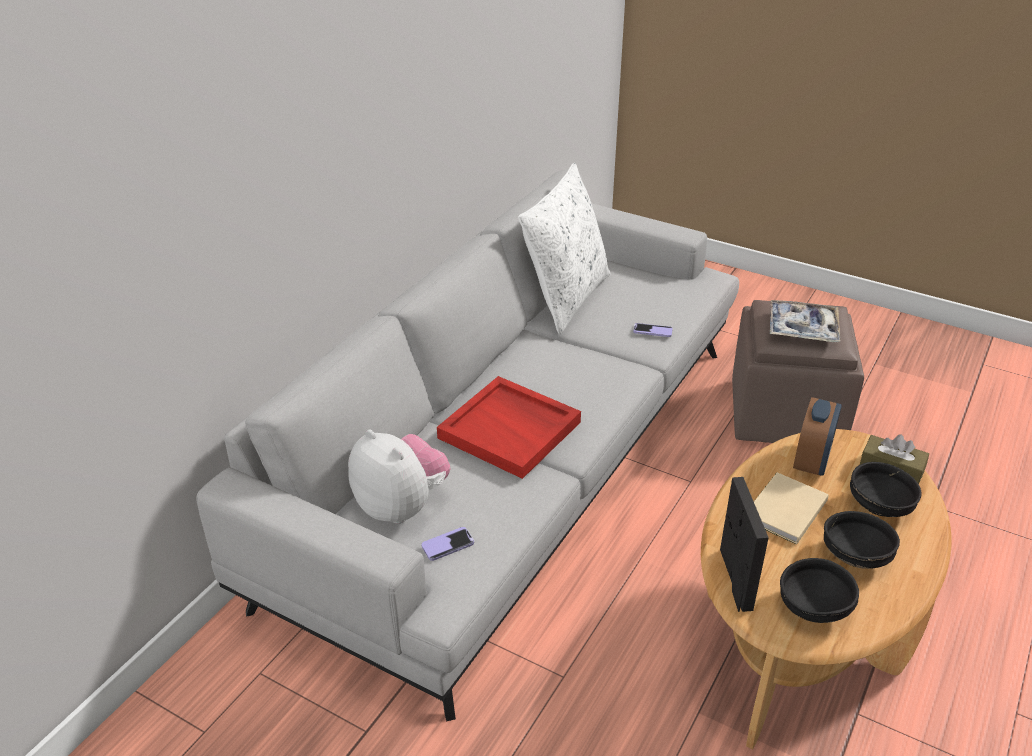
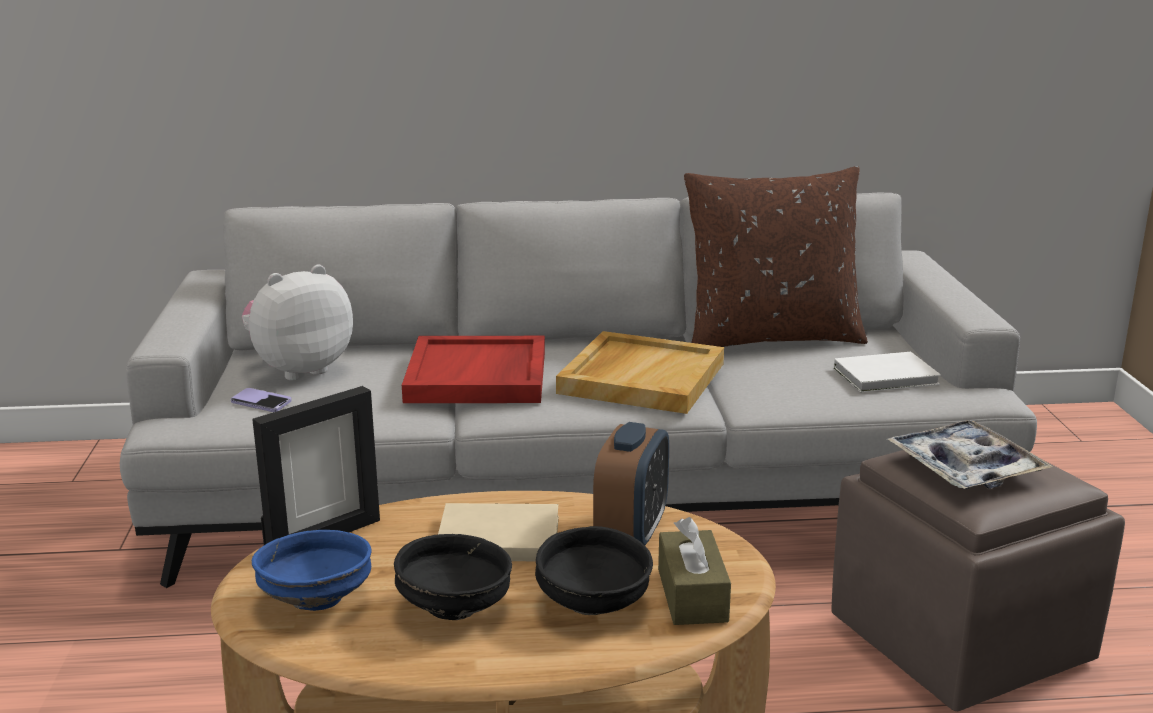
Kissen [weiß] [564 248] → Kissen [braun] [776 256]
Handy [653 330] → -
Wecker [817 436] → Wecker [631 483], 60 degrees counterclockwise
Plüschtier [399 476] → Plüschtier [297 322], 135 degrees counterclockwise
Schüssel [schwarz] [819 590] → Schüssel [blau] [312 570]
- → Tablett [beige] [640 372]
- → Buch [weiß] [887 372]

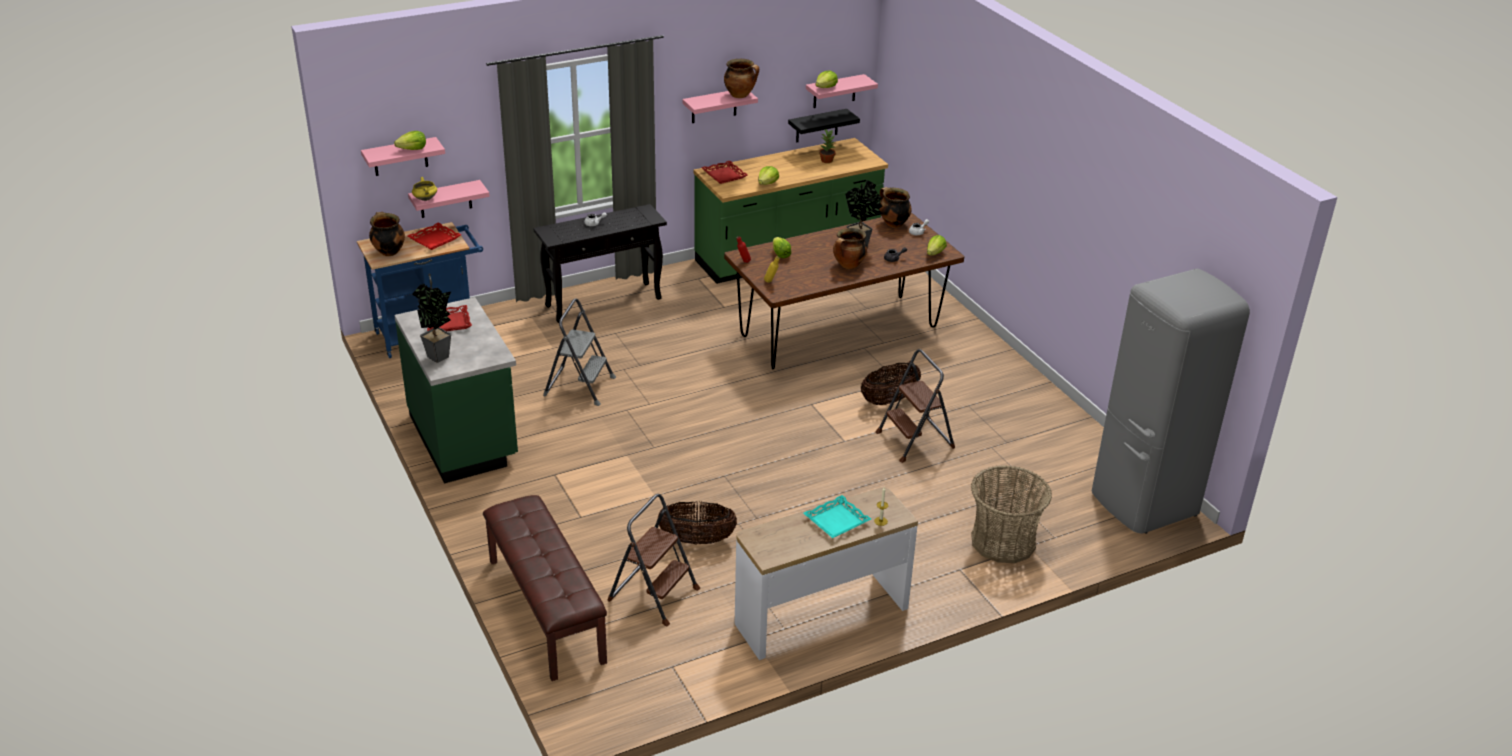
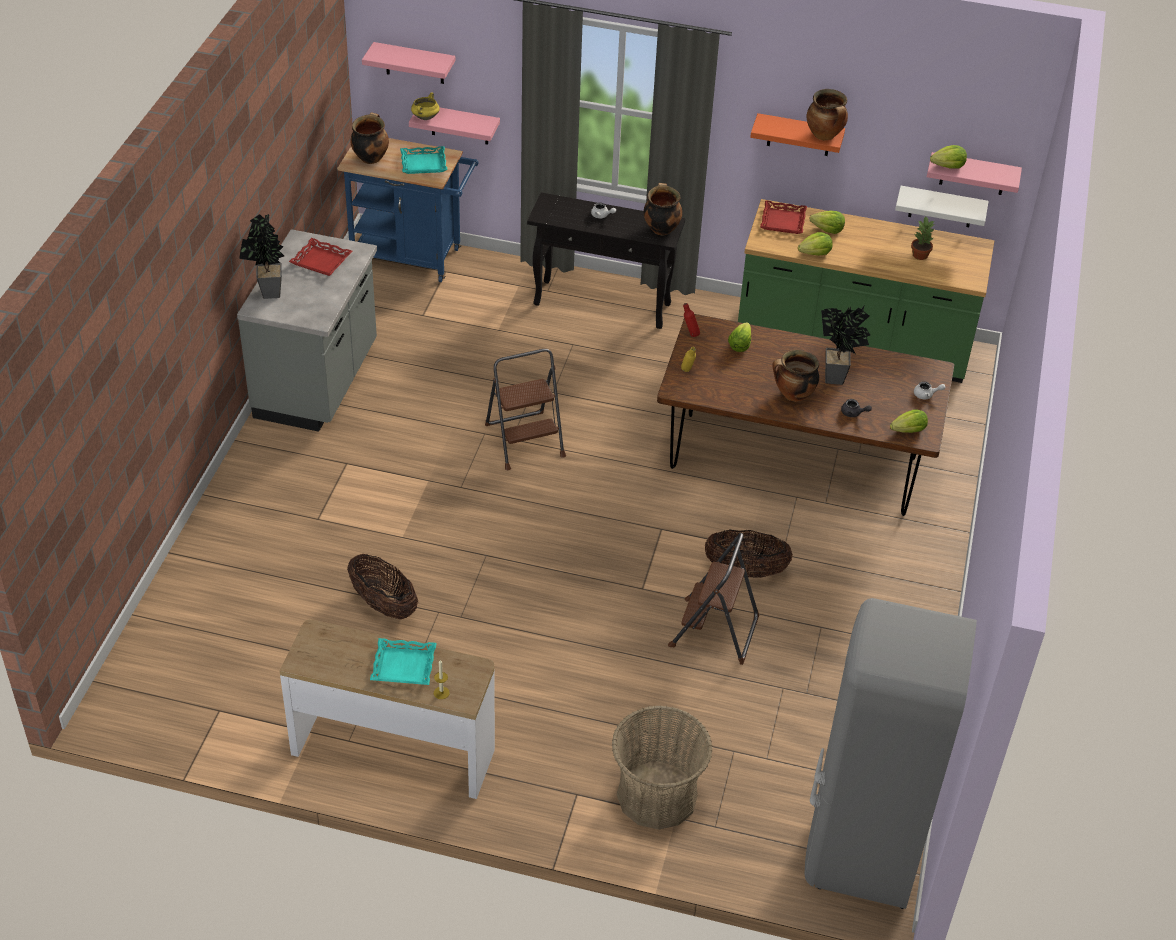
Wandregal [rosa] [720 107] → Wandregal [orange] [797 134]
Wandregal [schwarz] [824 126] → Wandregal [weiß] [942 206]
Salatkopf [410 140] → Salatkopf [827 222], relocated
Kochtopf [895 207] → Kochtopf [663 209], relocated
Tablett [rot] [435 236] → Tablett [türkis] [423 160]
Küchenzeile [grün] [456 390] → Küchenzeile [grau] [307 330]
Trittleiter [grau] [579 352] → -
Trittleiter [braun] [654 560] → Trittleiter [braun] [525 409], relocated
Bank [braun] [545 588] → -

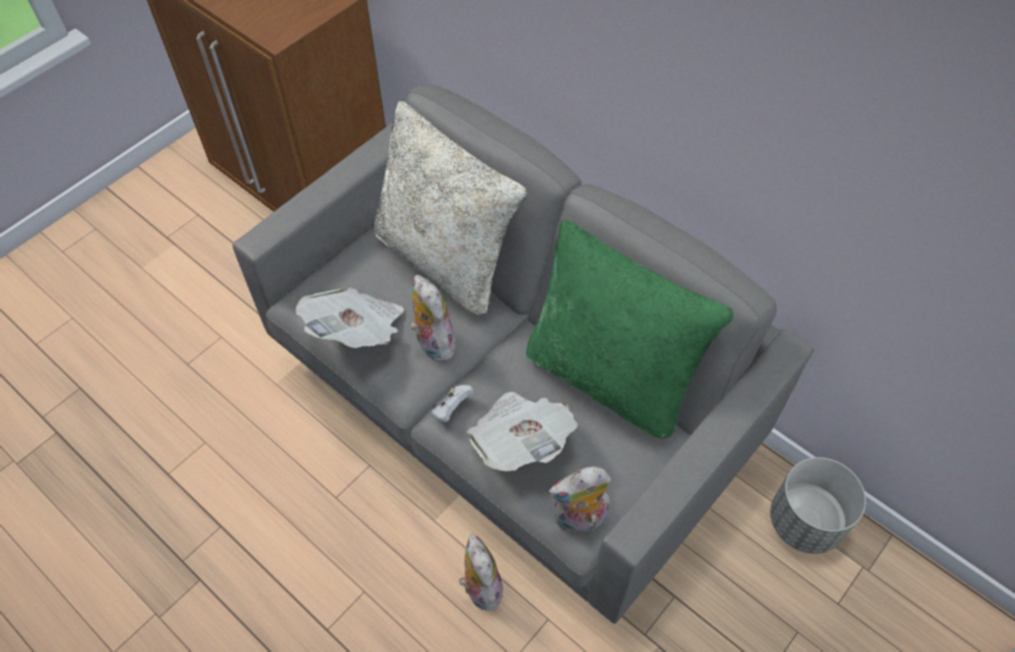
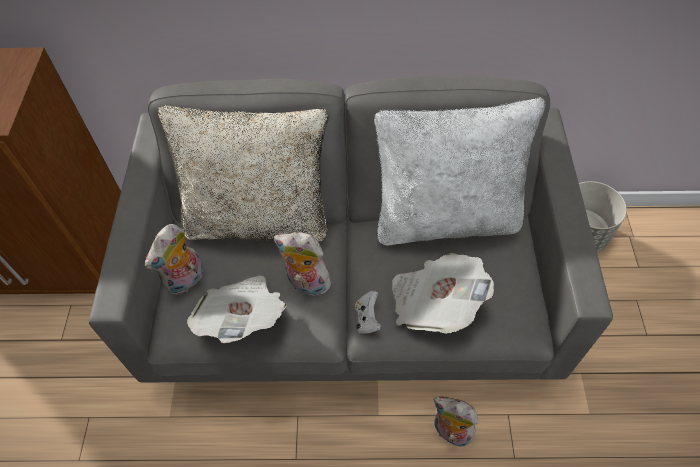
Kissen [grün] [630 328] → Kissen [weiß] [459 171]
Plüschtier [579 499] → Plüschtier [174 259], relocated

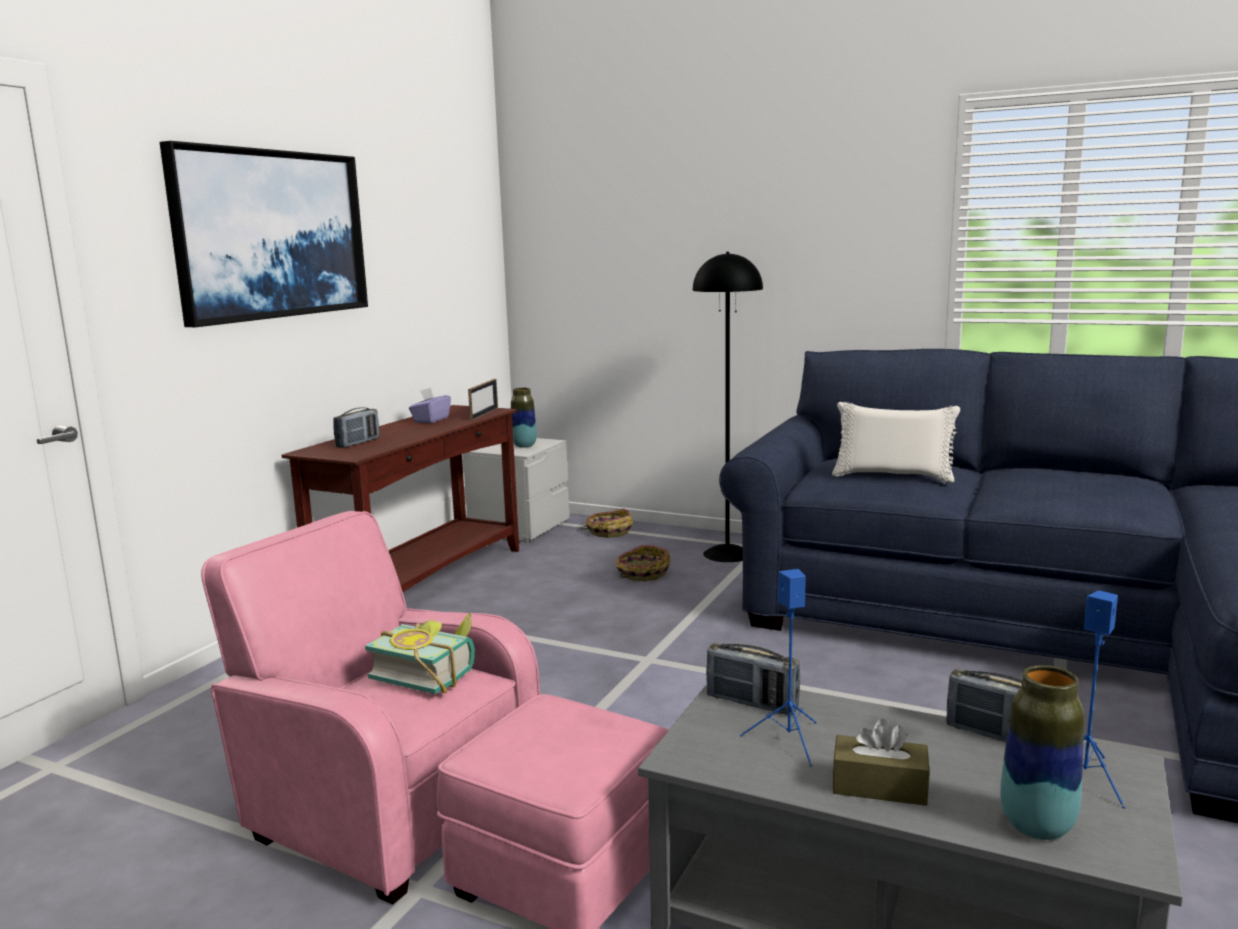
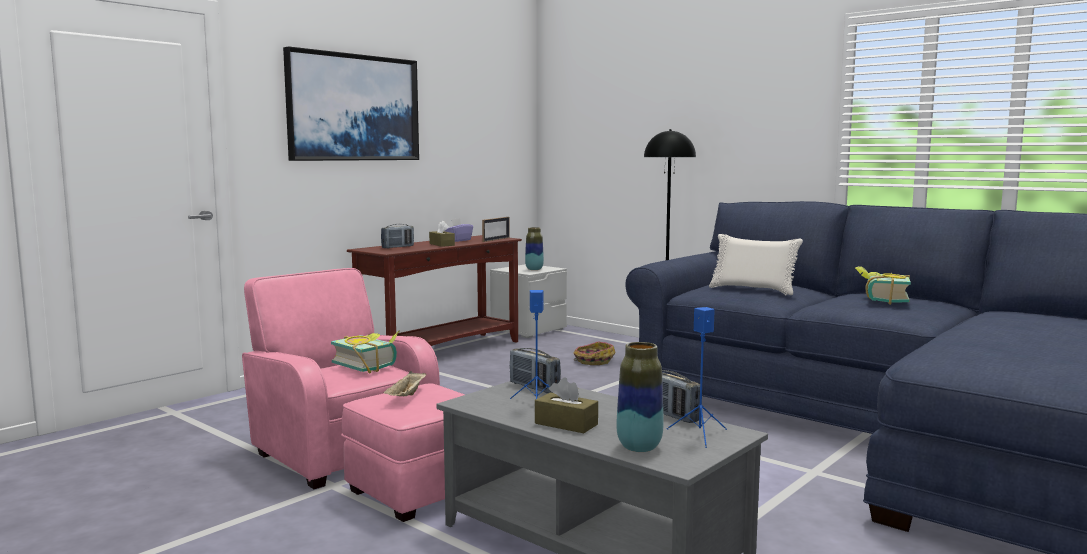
Korb [606 523] → -
- → Taschentuchbox [braun] [442 234]
- → Buch [883 285]
- → Tablett [beige] [405 383]

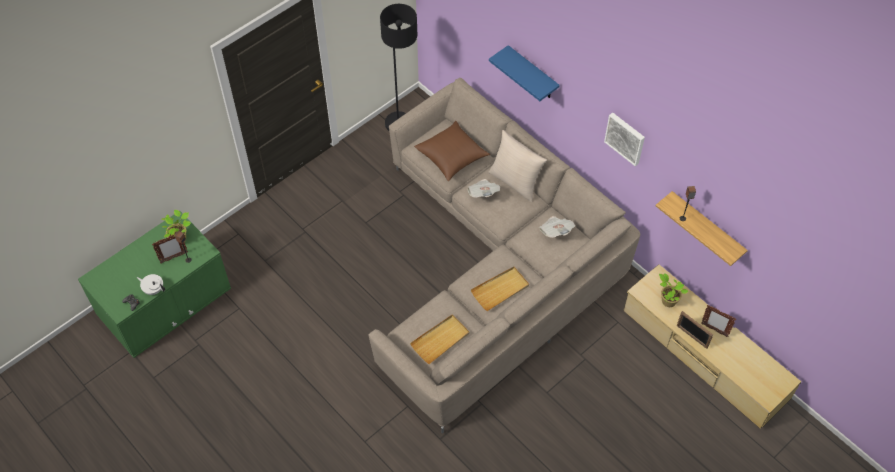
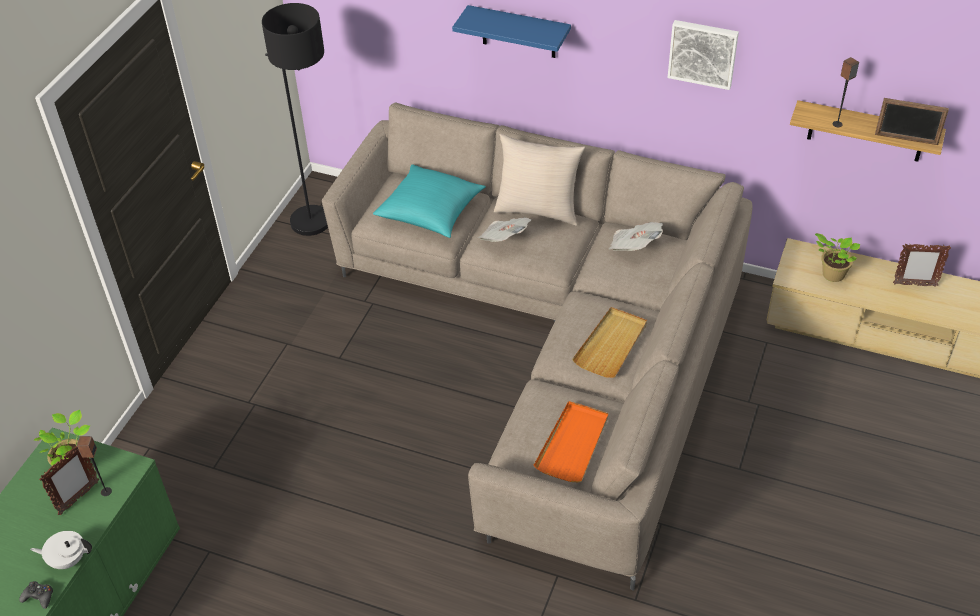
Kissen [braun] [452 151] → Kissen [türkis] [429 201]
Bilderrahmen [695 330] → Bilderrahmen [912 121], relocated
Tablett [beige] [440 339] → Tablett [orange] [571 441]

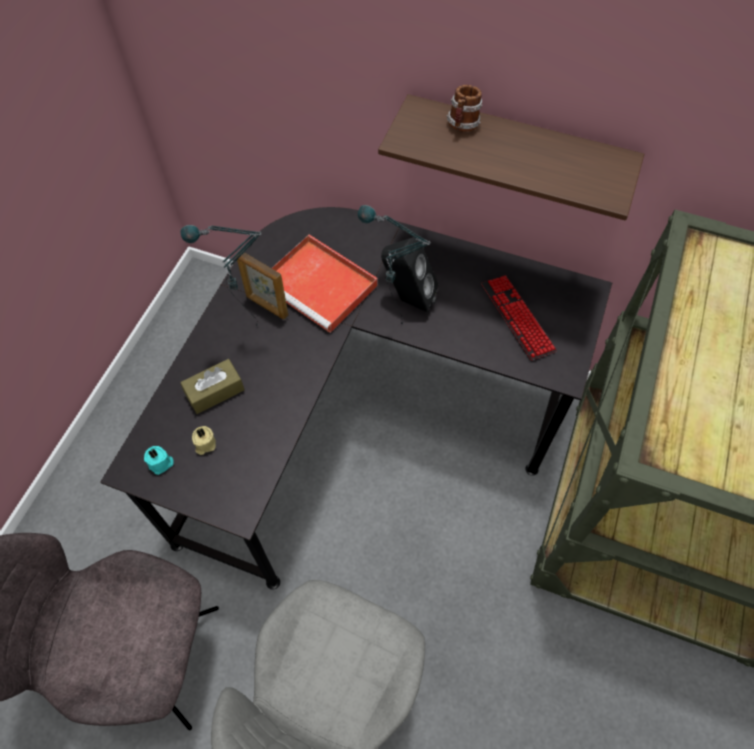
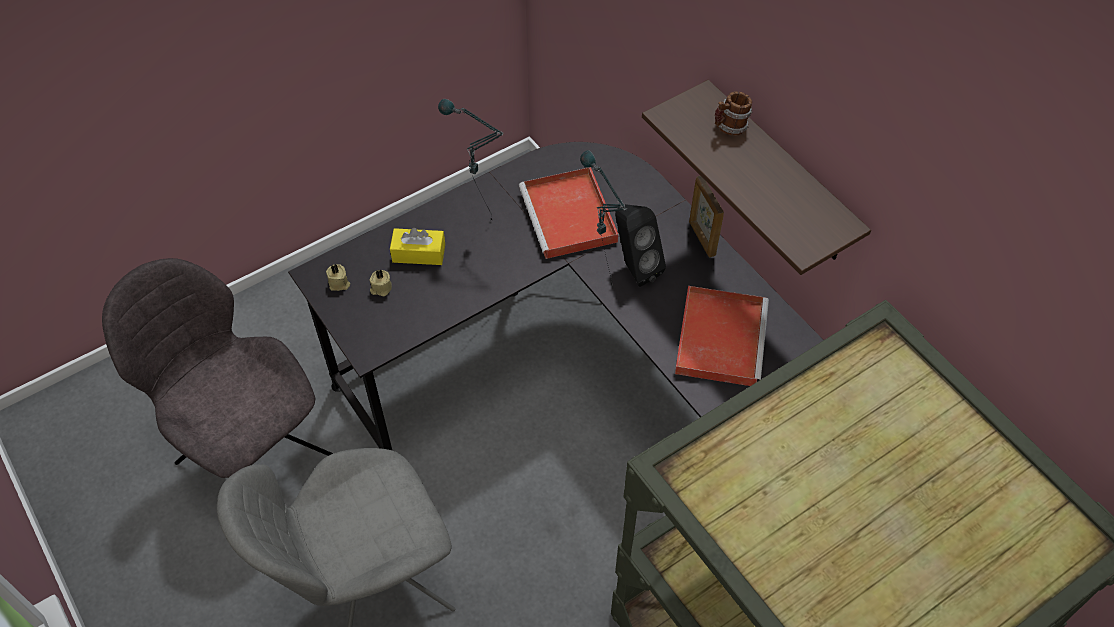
Bilderrahmen [262 284] → Bilderrahmen [706 216], relocated
Tastatur [519 317] → Tablett [rot] [722 336]
Taschentuchbox [braun] [212 386] → Taschentuchbox [gelb] [417 246]
Kerze [türkis] [158 460] → Kerze [beige] [338 277]

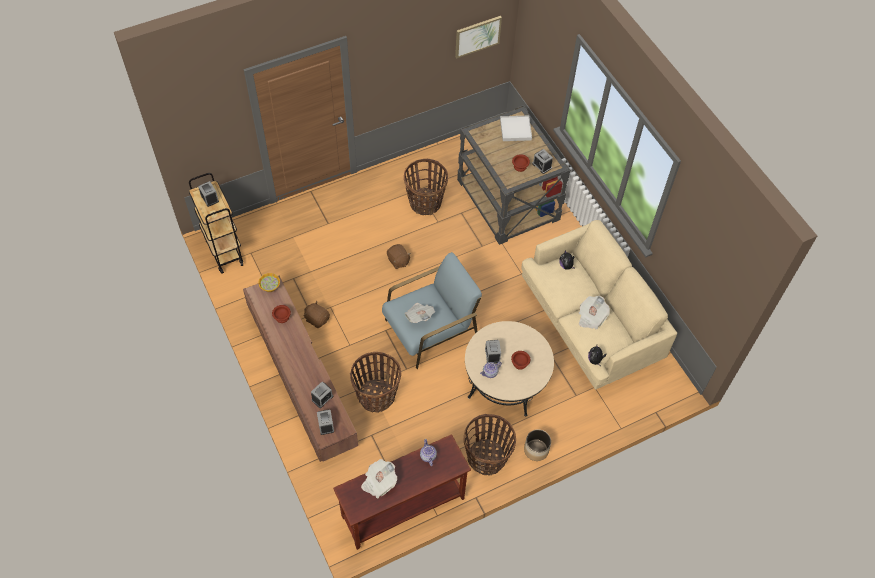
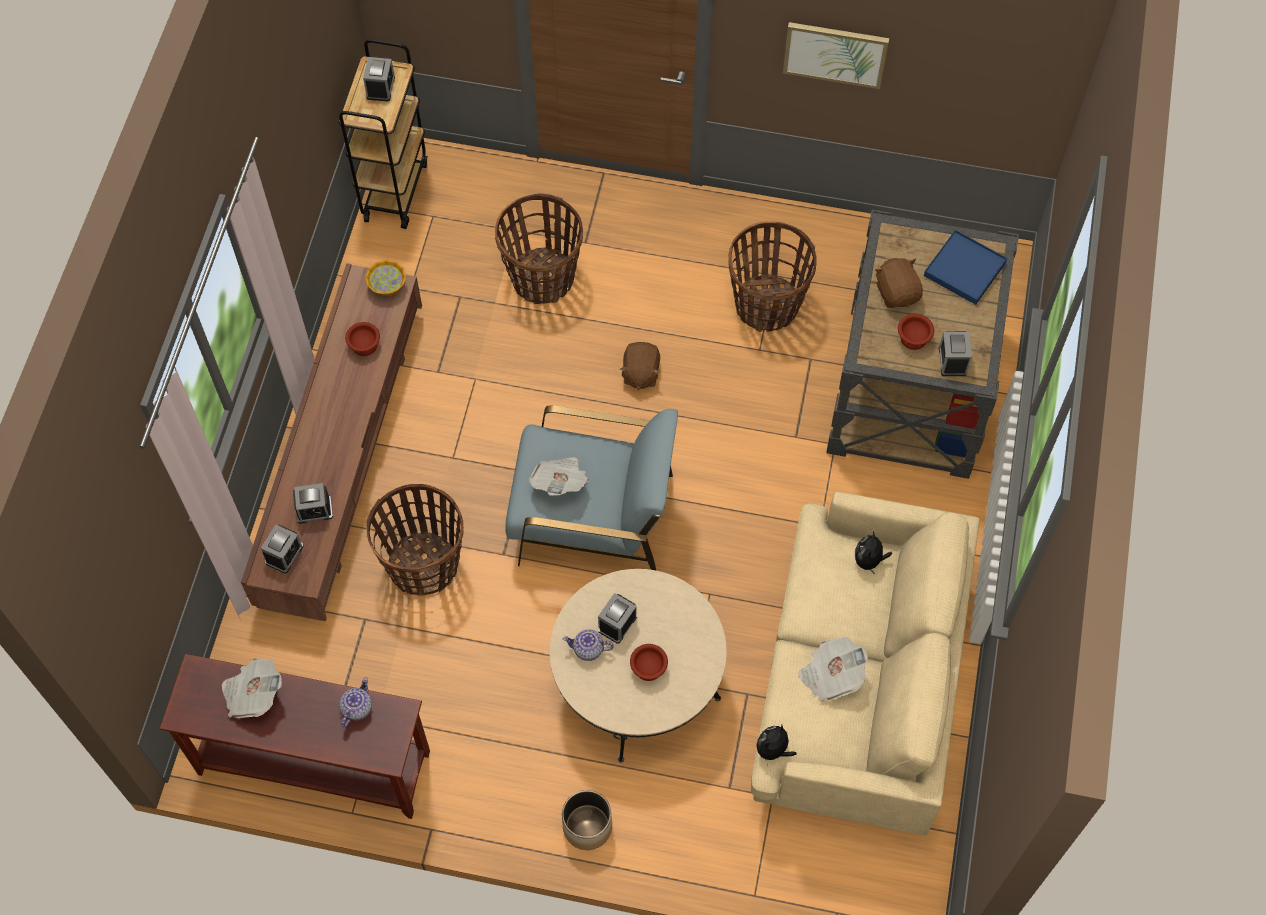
Bild [478 37] → Bild [836 55], relocated
Tablett [weiß] [516 128] → Tablett [blau] [965 267]
Plüschtier [braun] [317 314] → Plüschtier [braun] [899 283], relocated
Korb [490 444] → Korb [539 249], relocated

